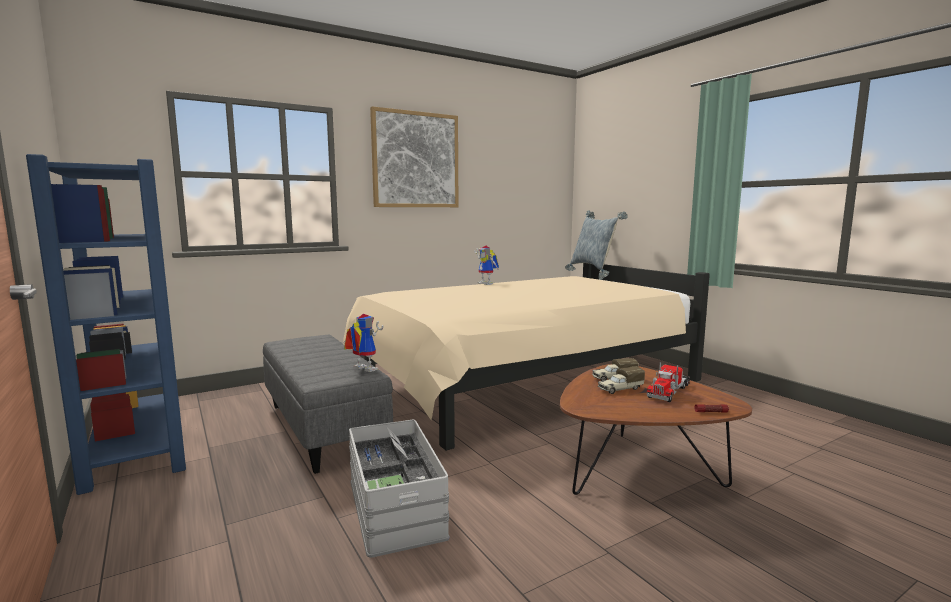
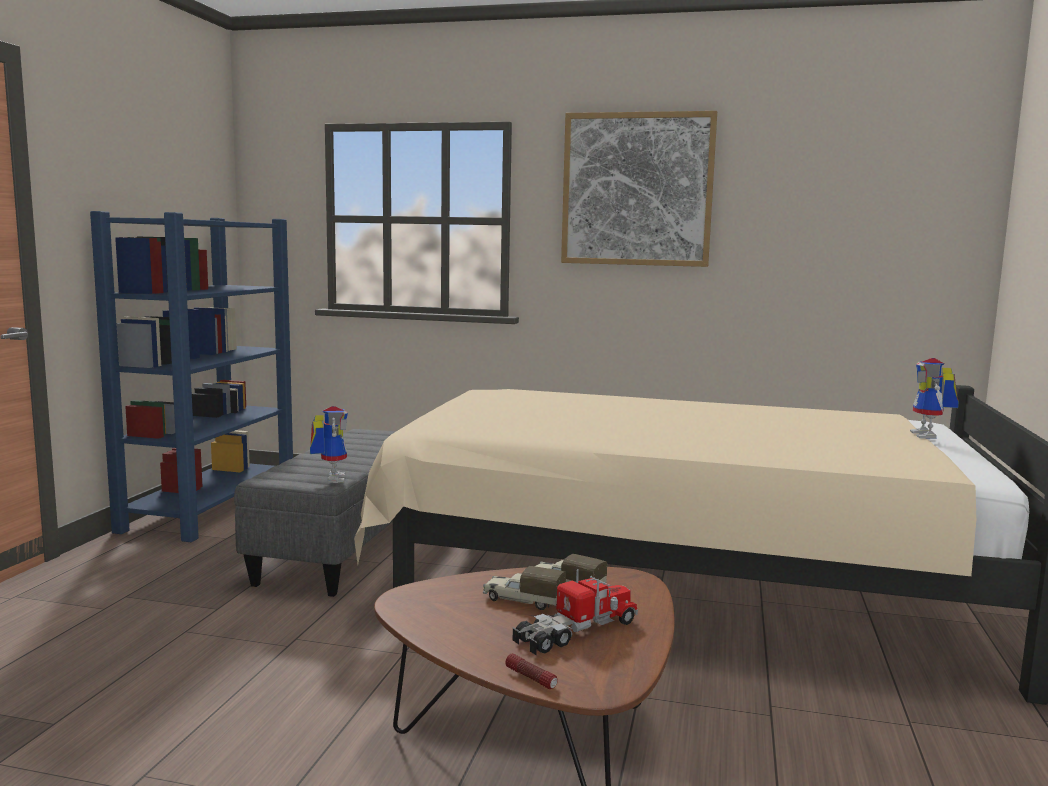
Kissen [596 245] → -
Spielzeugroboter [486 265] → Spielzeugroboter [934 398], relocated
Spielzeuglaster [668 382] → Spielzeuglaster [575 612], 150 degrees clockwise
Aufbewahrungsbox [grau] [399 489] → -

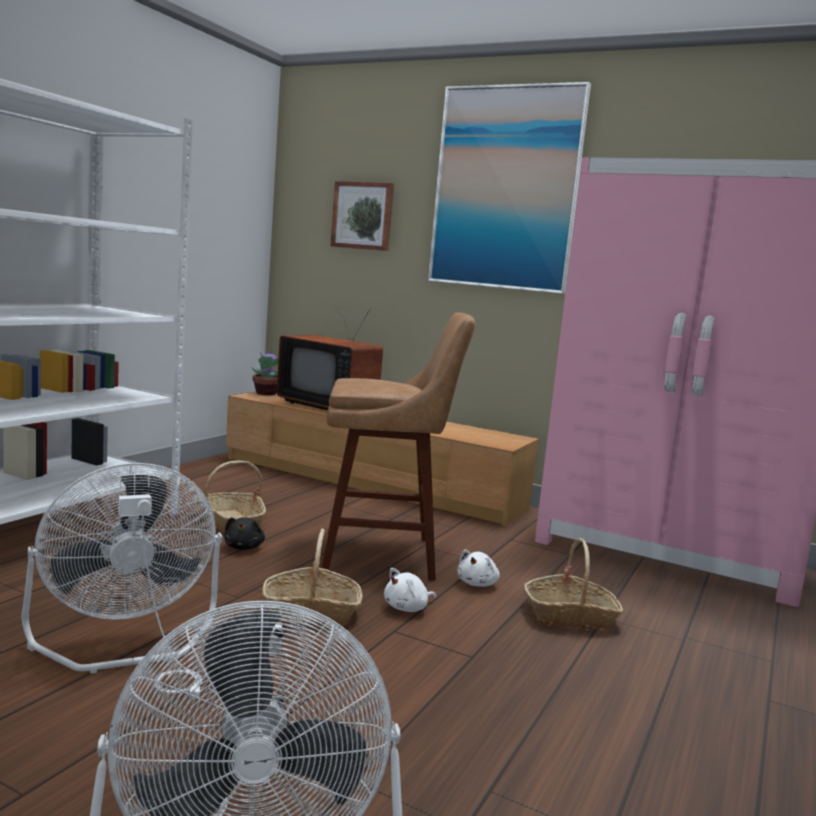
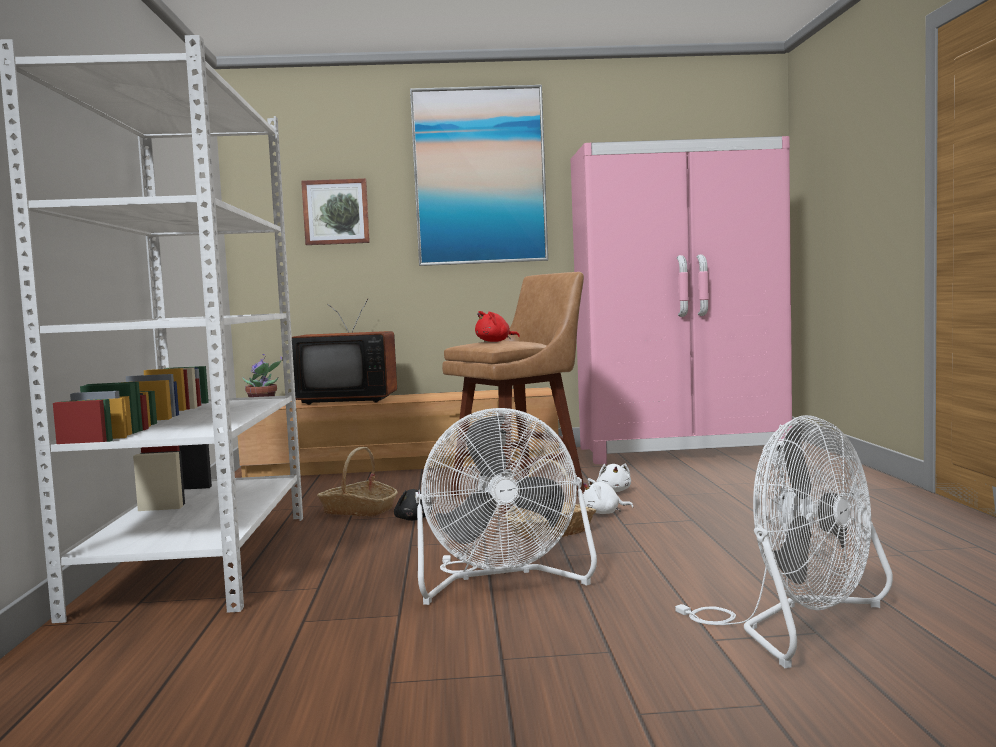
Ventilator [weiß] [122 581] → Ventilator [weiß] [506 506], 135 degrees counterclockwise
Korb [574 584] → -
Plüschtier [weiß] [410 590] → Plüschtier [weiß] [608 496], 60 degrees clockwise
- → Plüschtier [rot] [497 326]

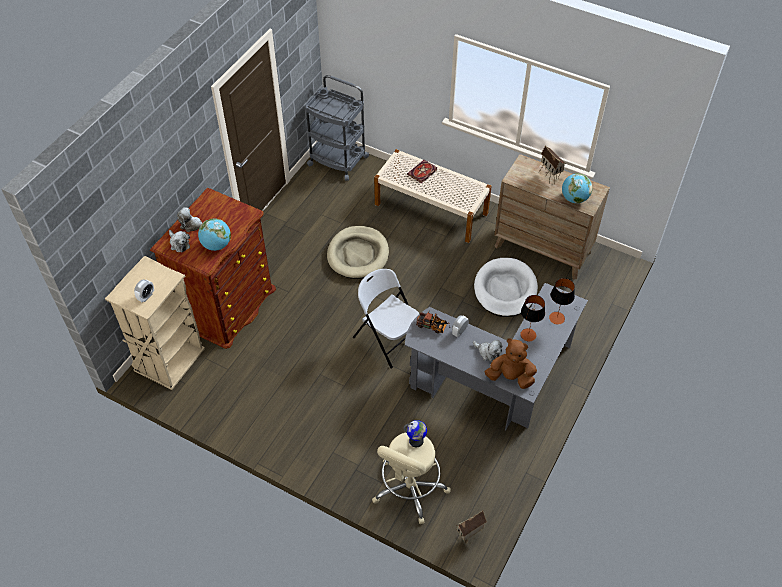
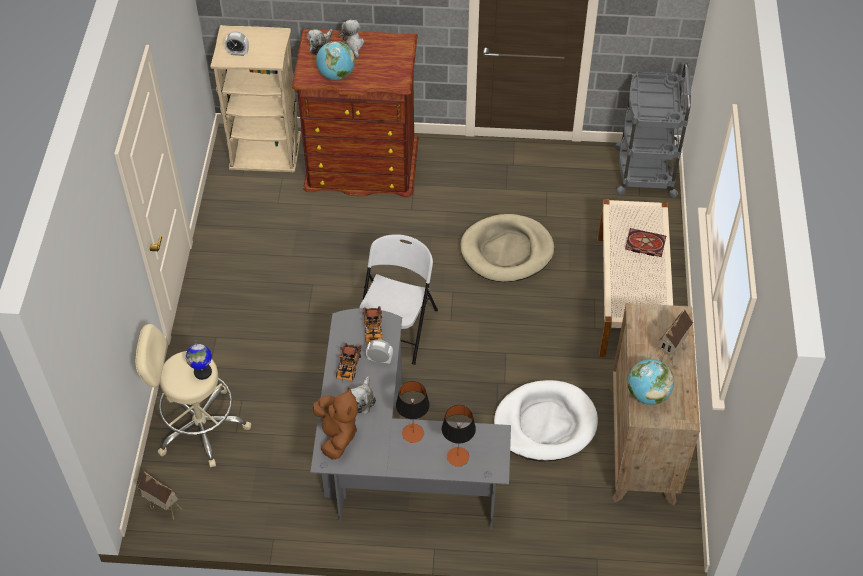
- → Spielzeuglaster [349 362]

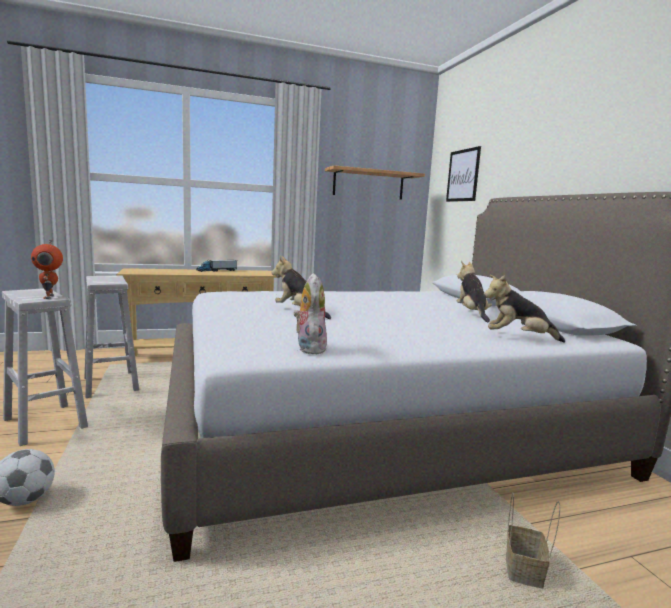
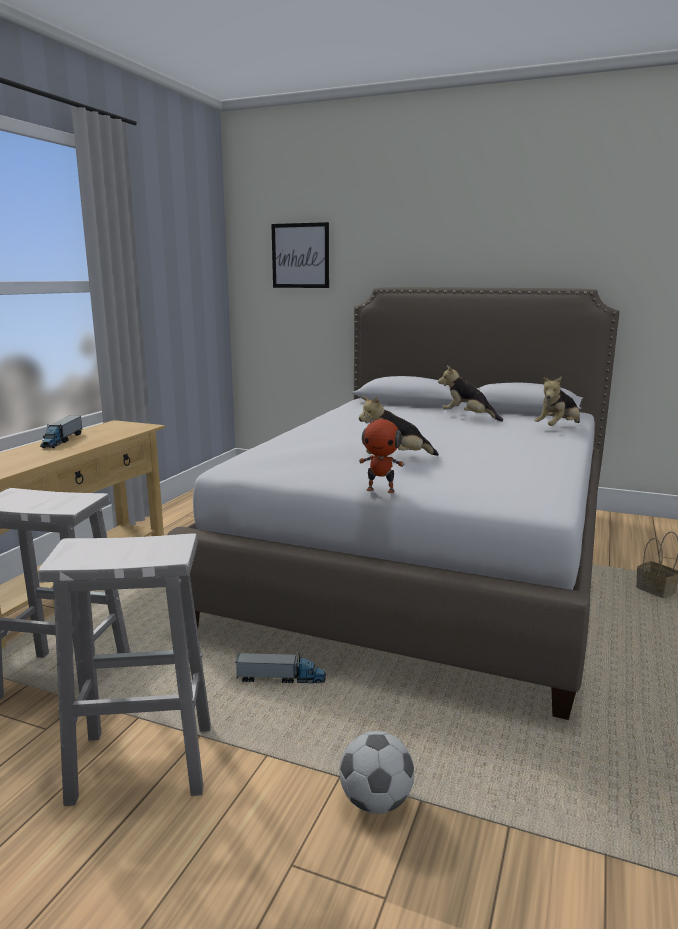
Wandregal [375 182] → -
Spielzeugroboter [47 269] → Spielzeugroboter [381 453], relocated
Plüschtier [310 313] → -
- → Spielzeuglaster [280 668]

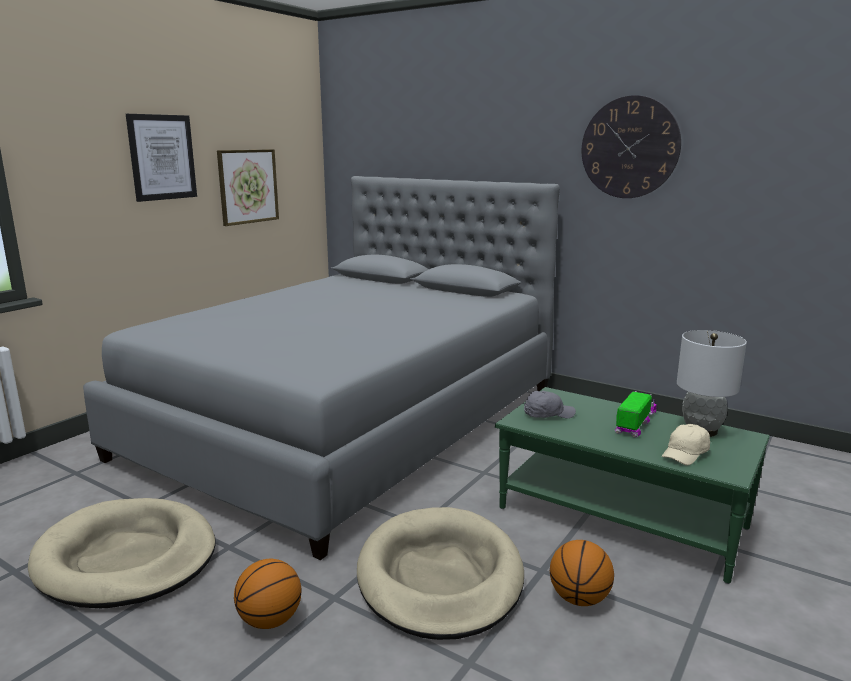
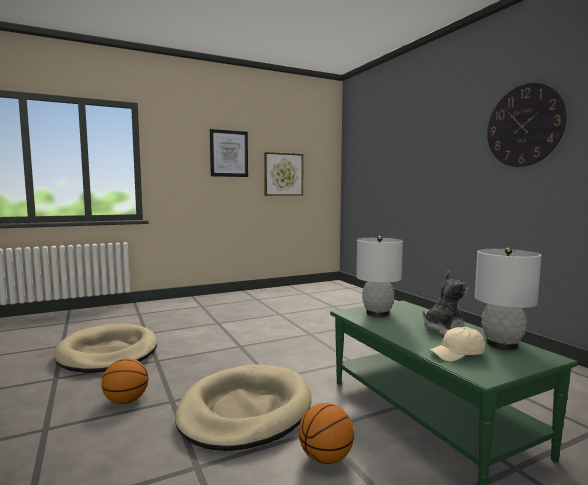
Bett [grau] [321 368] → -
Kappe [grau] [550 405] → Tischlampe [weiß] [379 276]
Spielzeuglaster [635 414] → Plüschtier [445 303]

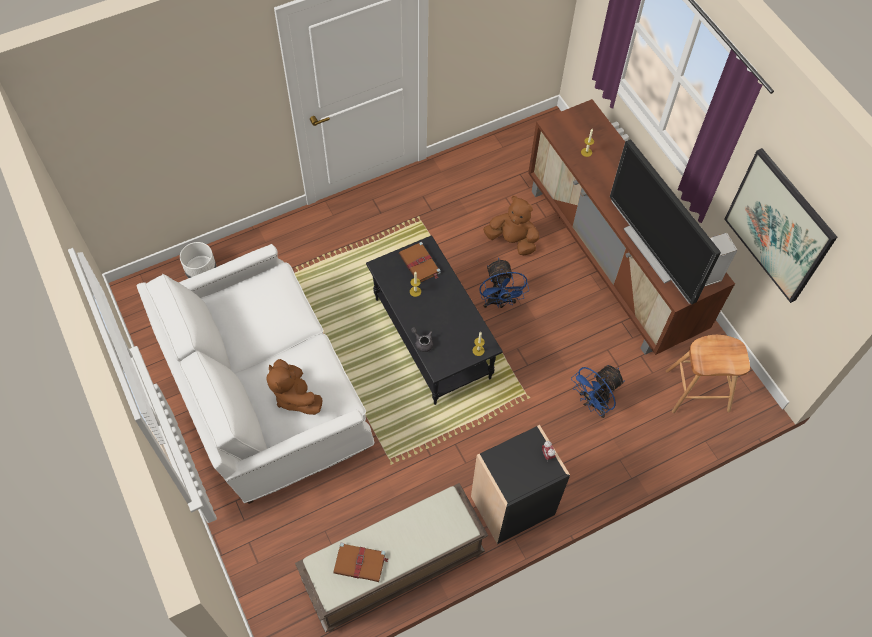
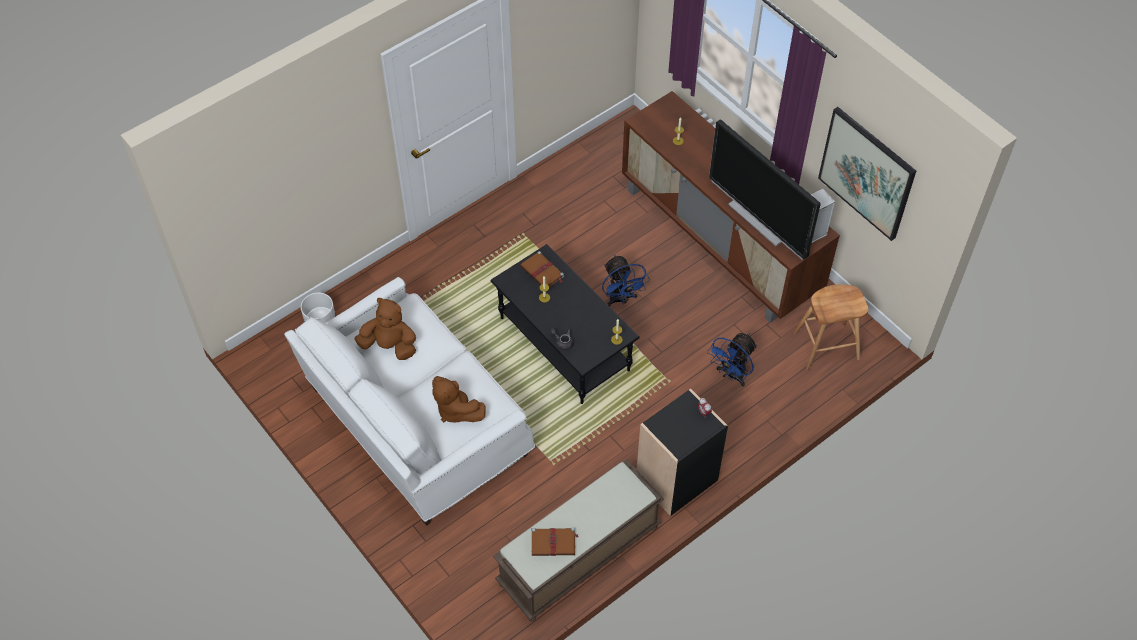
Plüschtier [braun] [511 225] → Plüschtier [braun] [385 329], relocated

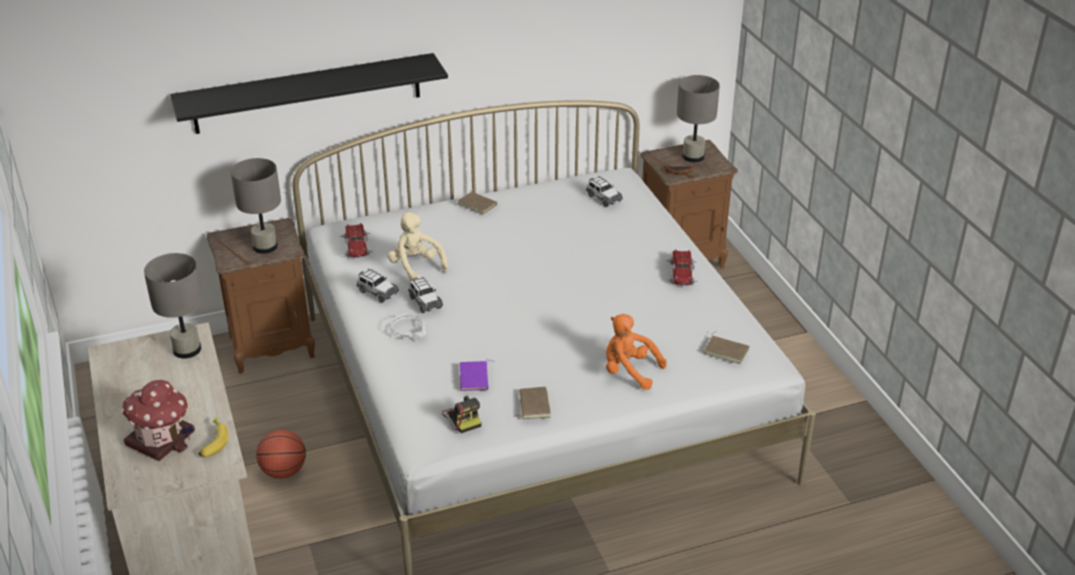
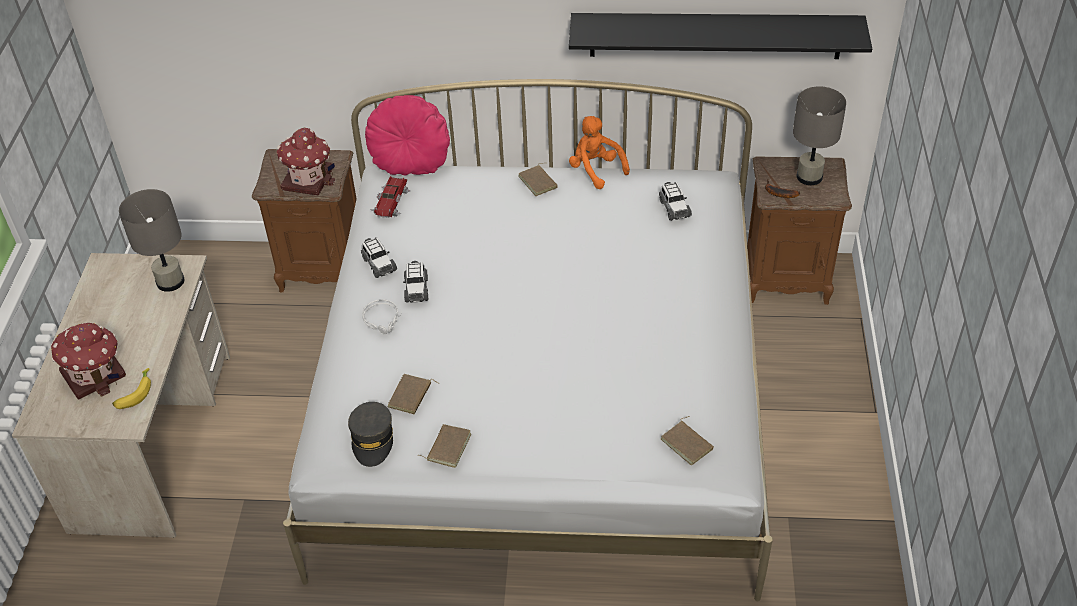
Wandregal [schwarz] [309 93] → Wandregal [schwarz] [720 36], relocated
Tischlampe [grau] [256 206] → Spielzeughaus [306 161]
Plüschtier [beige] [417 246] → -
Spielzeugauto [682 267] → -
Plüschtier [orange] [636 352] → Plüschtier [orange] [599 152], relocated
Buch [lila] [477 375] → Buch [braun] [414 394]
Kamera [462 414] → Kappe [grau] [370 434]
Basketball [281 454] → -
- → Kissen [rosa] [407 135]

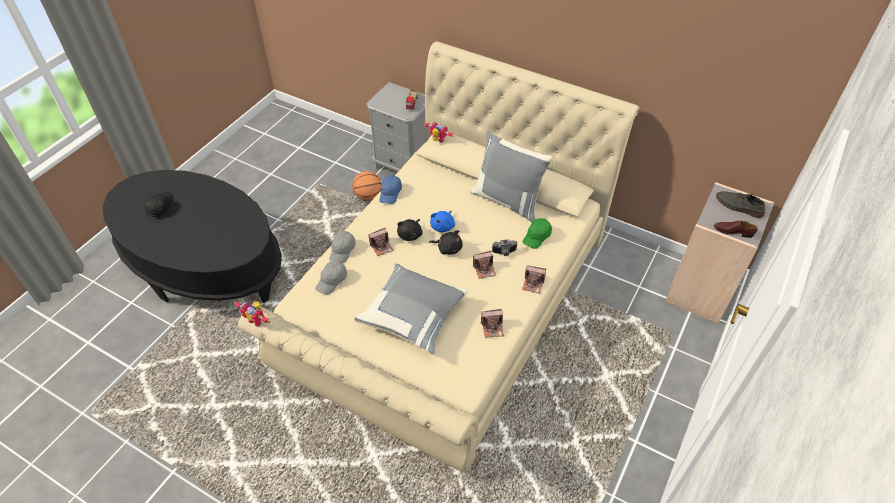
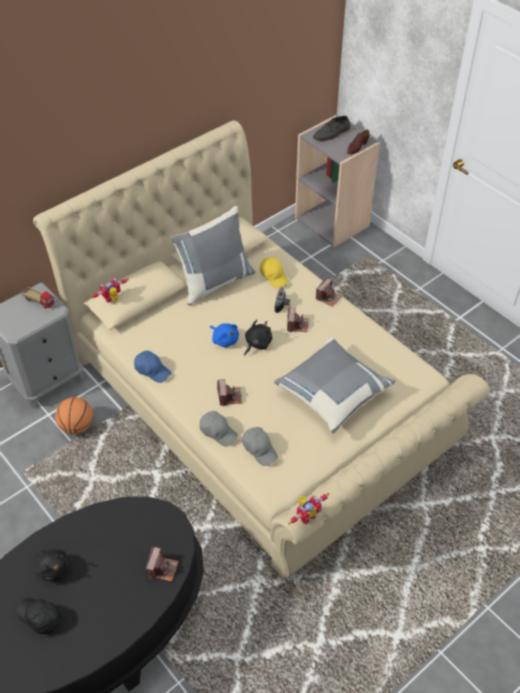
Kappe [grün] [537 233] → Kappe [gelb] [274 272]
Plüschtier [schwarz] [410 230] → Plüschtier [schwarz] [52 564], relocated
Kamera [492 323] → Kamera [162 564], relocated

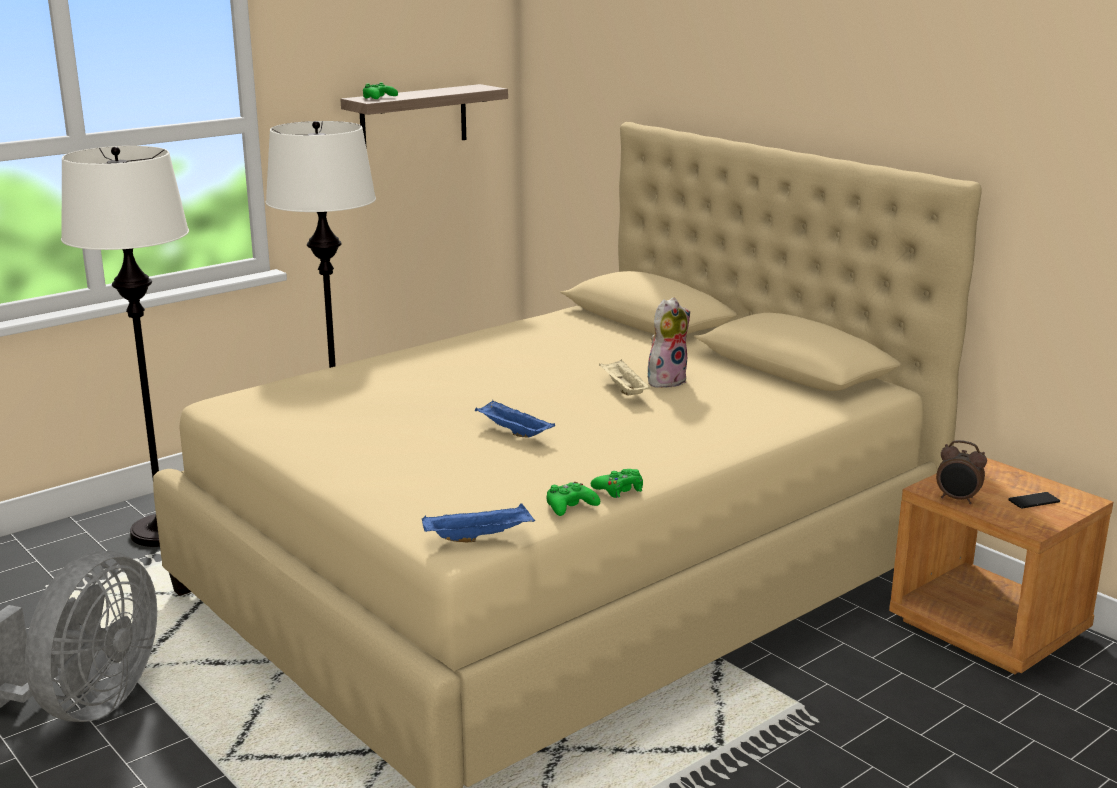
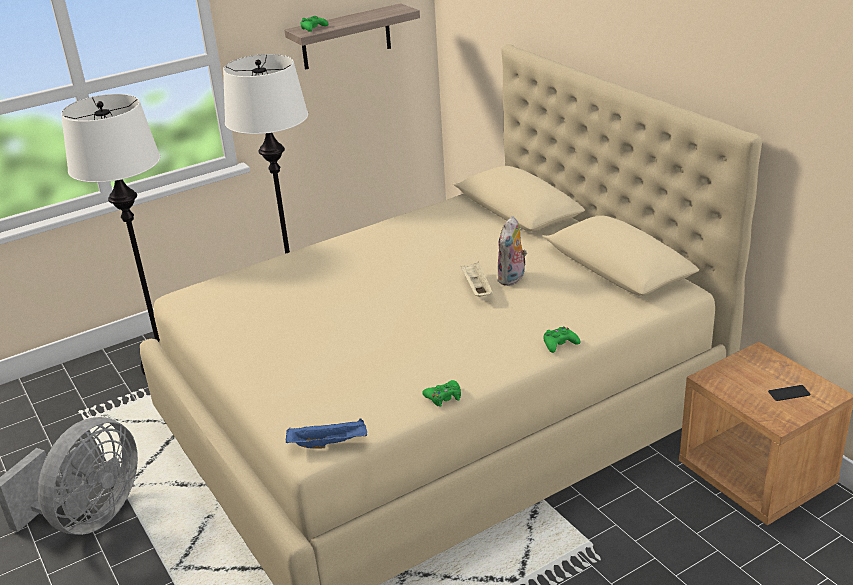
Plüschtier [669 342] → Plüschtier [512 251], 150 degrees clockwise
Tablett [blau] [515 419] → -
Wecker [961 472] → -
Gamepad [grün] [573 499] → Gamepad [grün] [562 340], relocated

